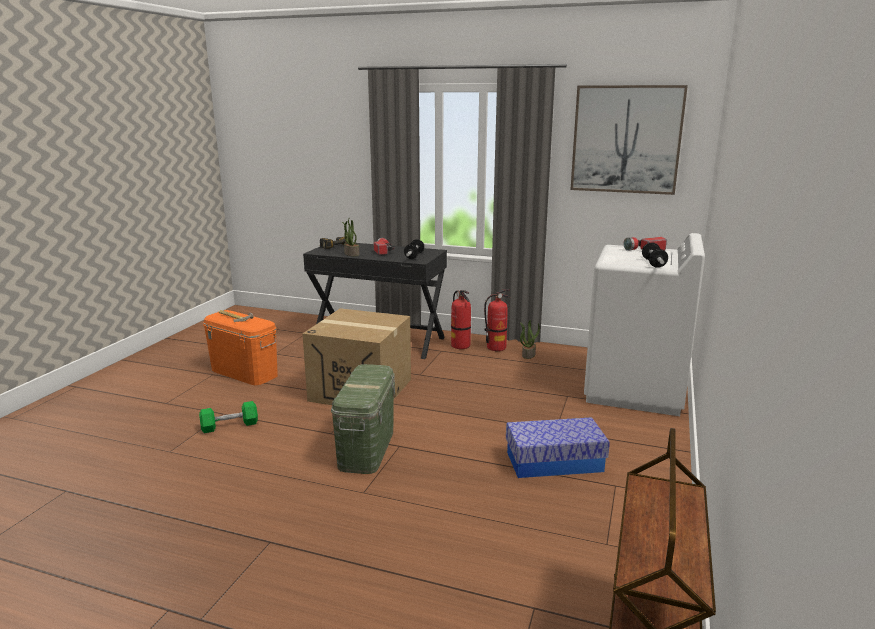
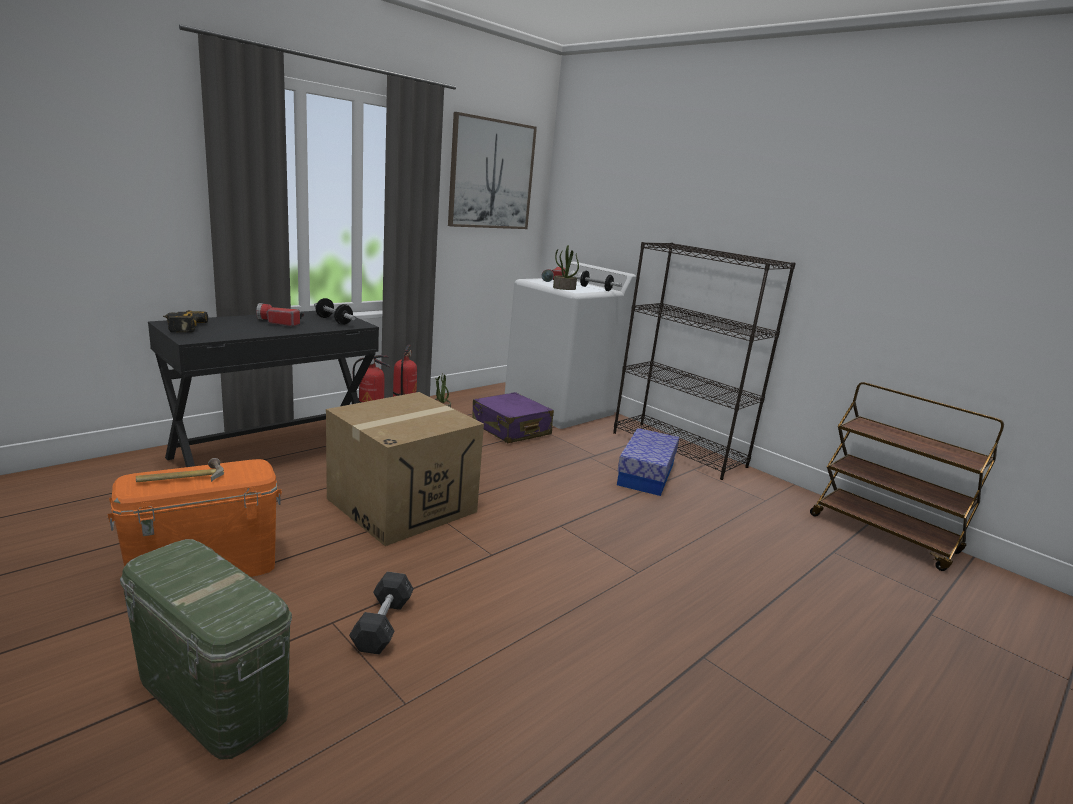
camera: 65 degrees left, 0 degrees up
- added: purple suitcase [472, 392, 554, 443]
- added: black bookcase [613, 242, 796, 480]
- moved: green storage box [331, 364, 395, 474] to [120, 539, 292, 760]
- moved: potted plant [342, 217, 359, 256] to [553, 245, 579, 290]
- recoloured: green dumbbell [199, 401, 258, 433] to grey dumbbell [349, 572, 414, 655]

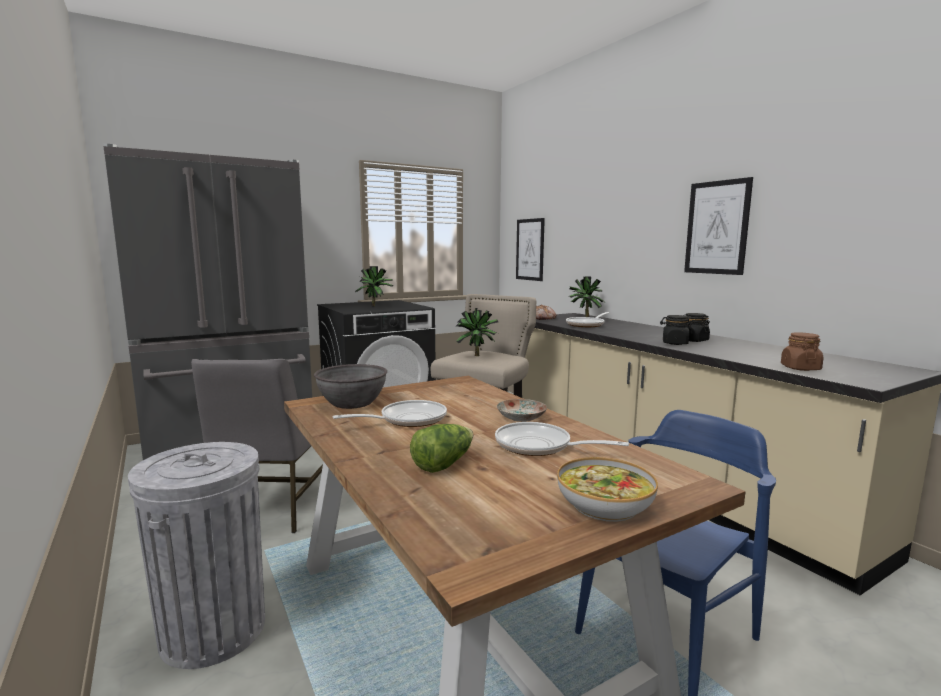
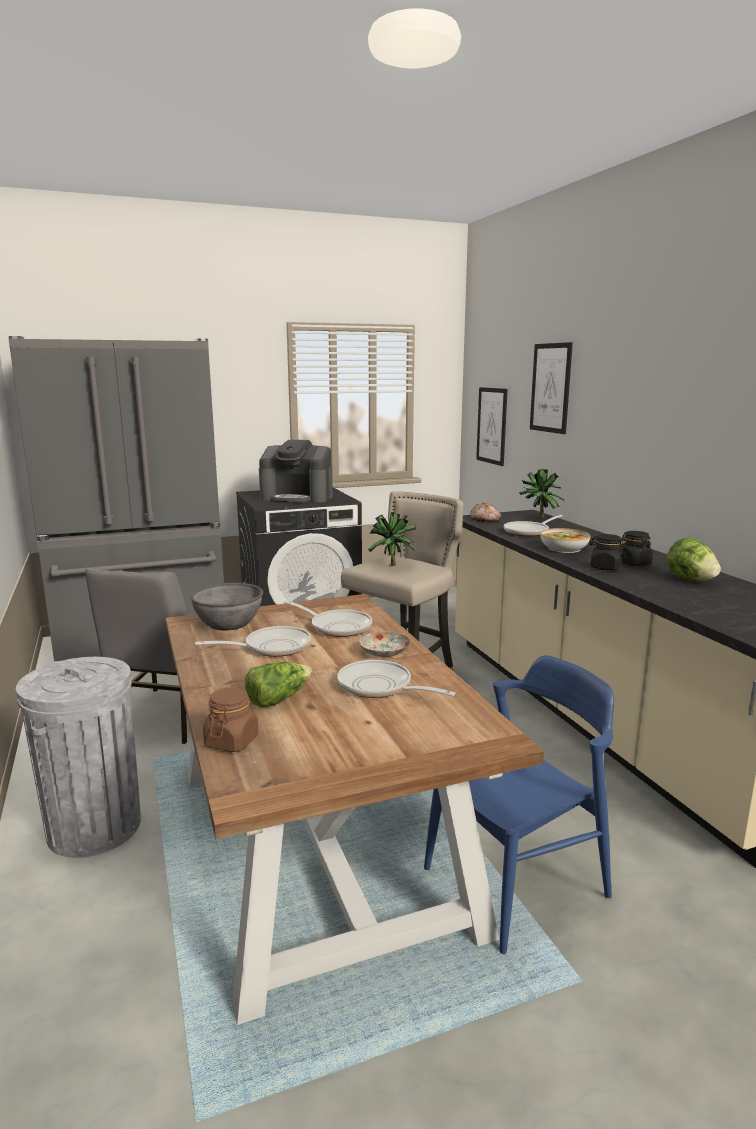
camera: 10 degrees right, 5 degrees up
- added: frying pan [284, 600, 372, 637]
- added: lettuce [666, 538, 721, 582]
- moved: bowl [557, 457, 658, 522] to [540, 528, 590, 553]
- moved: picture [684, 177, 753, 275] to [530, 342, 573, 434]
- moved: brown jar [781, 332, 823, 371] to [203, 687, 259, 752]
- replaced: potted plant [355, 266, 394, 307] to coffee machine [259, 440, 333, 503]

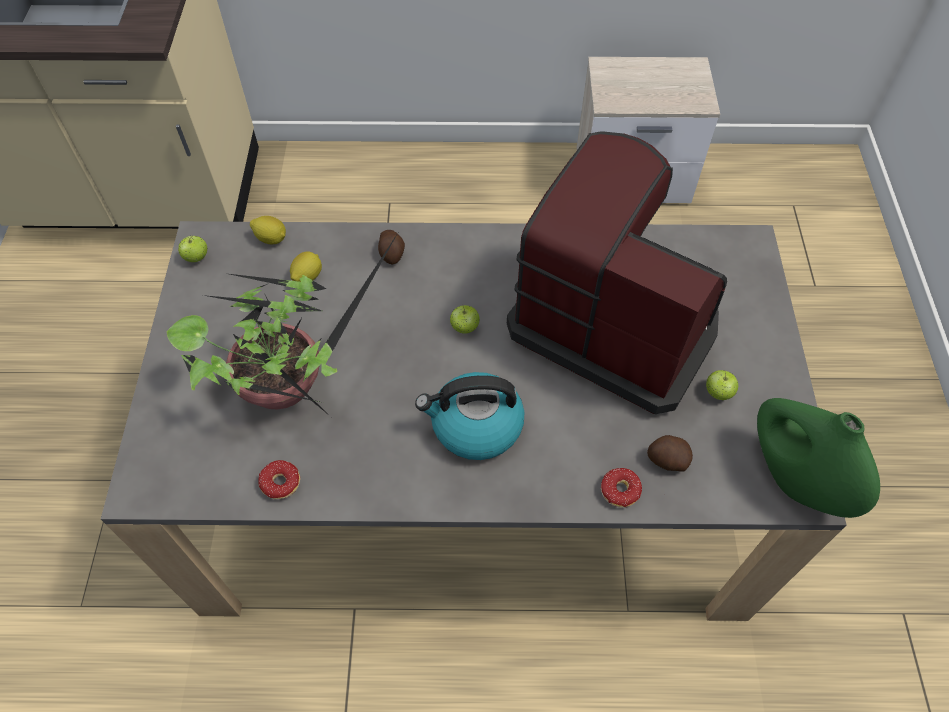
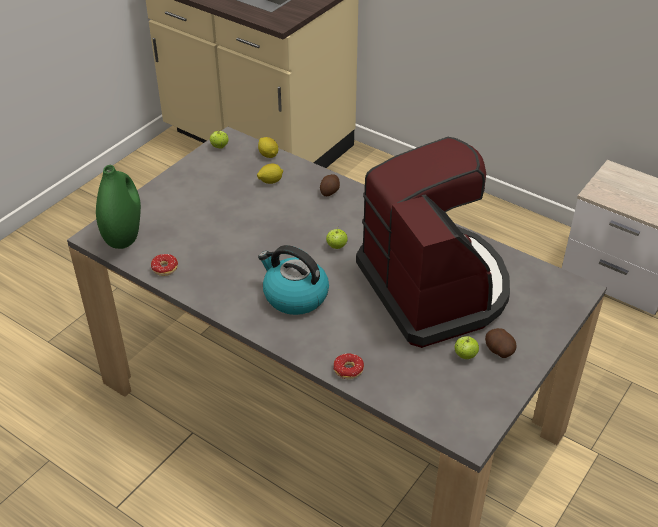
camera: 35 degrees right, 15 degrees down
- removed: potted plant [167, 233, 398, 417]
- moved: potato [647, 435, 693, 471] to [485, 328, 516, 358]
- moved: green vase [757, 398, 880, 518] to [96, 165, 141, 249]

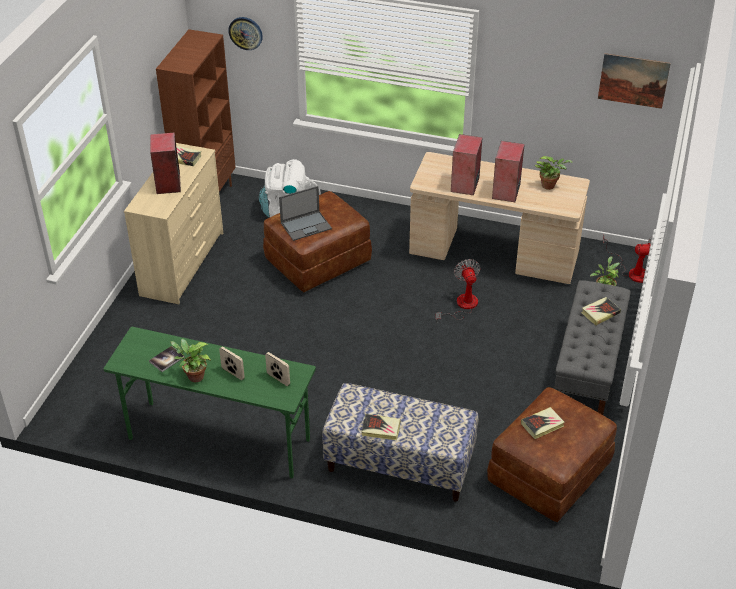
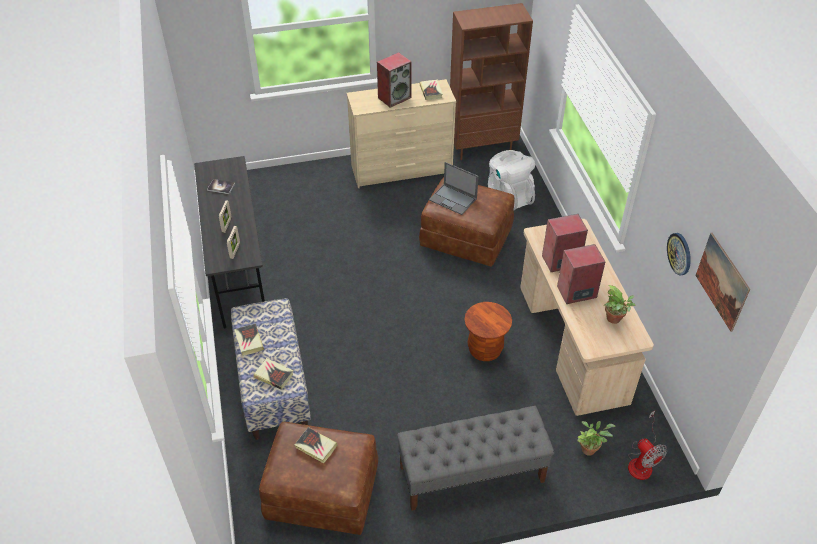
camera: 60 degrees right, 5 degrees up
- removed: potted plant [170, 339, 211, 382]
- moved: wall clock [228, 17, 263, 50] to [667, 233, 691, 276]
- moved: book [581, 297, 621, 325] to [253, 358, 293, 390]
- replaced: fan [435, 259, 480, 324] to brown stool [464, 302, 512, 361]
- recoloured: green desk [103, 327, 316, 478] to grey desk [194, 156, 265, 328]

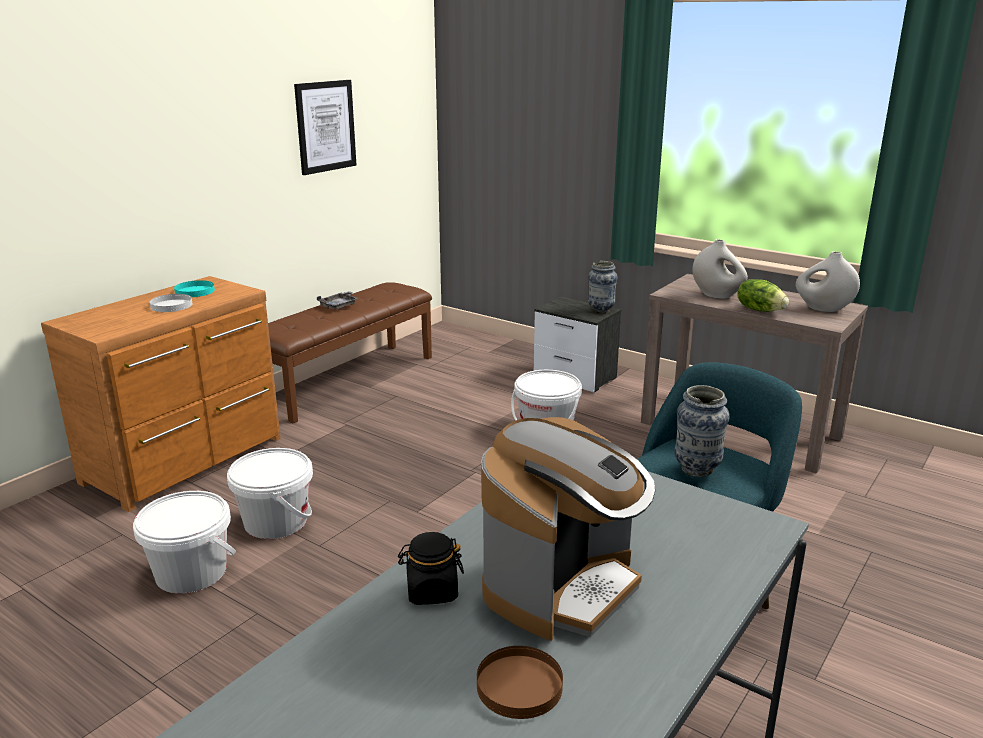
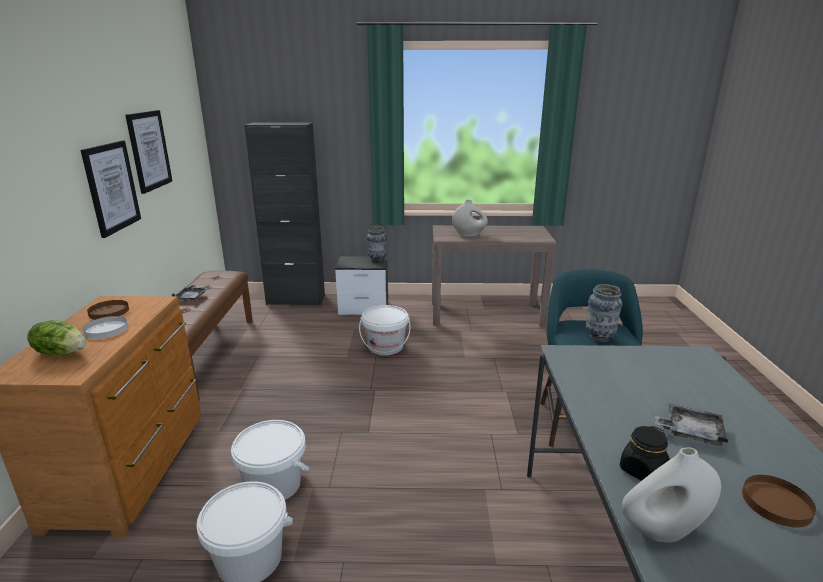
camera: 35 degrees left, 0 degrees up
- added: picture [81, 141, 141, 238]
- added: black cabinet [244, 122, 325, 305]
- moved: lettuce [737, 279, 789, 312] to [27, 320, 87, 355]
- moved: white vase [796, 252, 860, 312] to [622, 447, 721, 543]
- replaced: coffee machine [481, 417, 655, 641] to grey tray [655, 403, 728, 446]
- recoloured: turquoise plate [174, 280, 215, 297] to brown plate [87, 300, 129, 320]

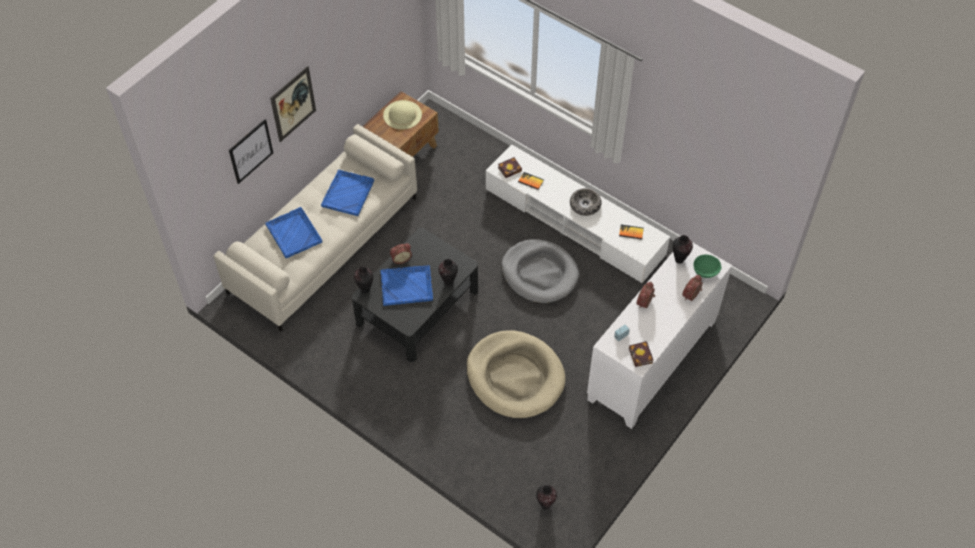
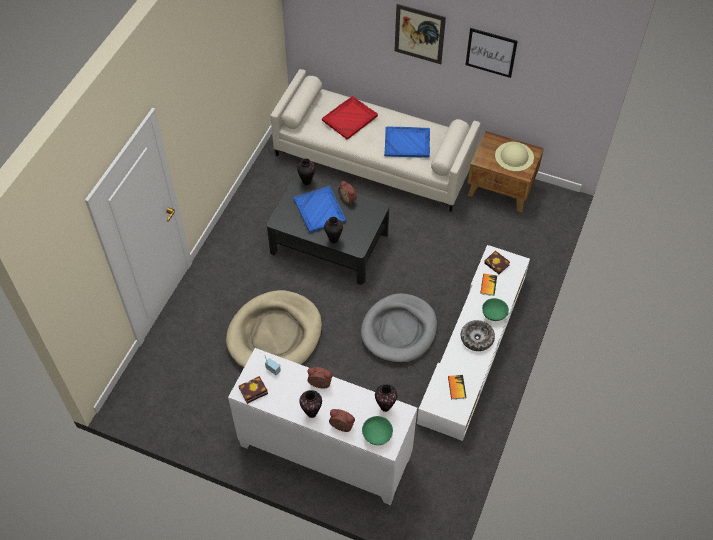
camera: 75 degrees right, 0 degrees up
- added: green bowl [482, 298, 509, 321]
- moved: picture [229, 119, 273, 184] to [466, 28, 518, 78]
- moved: vase [536, 485, 557, 510] to [299, 390, 322, 418]
- recoloured: blue tray [265, 207, 322, 258] to red tray [322, 96, 378, 140]

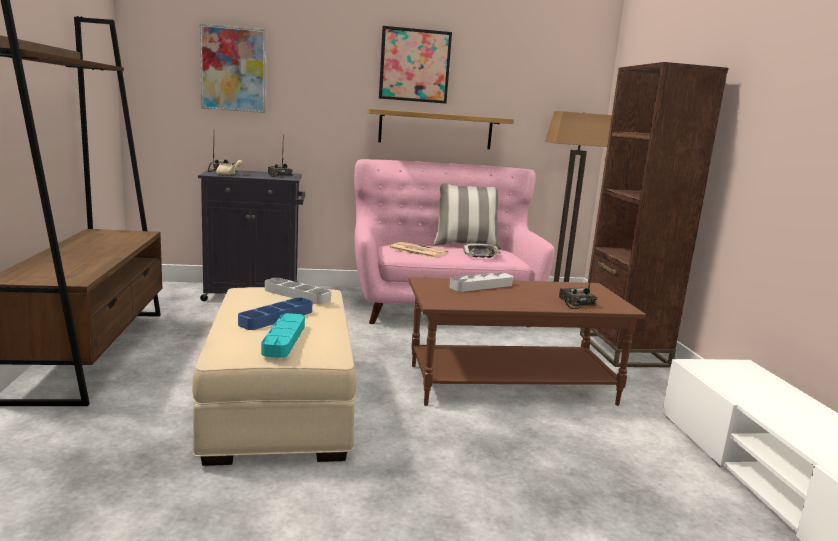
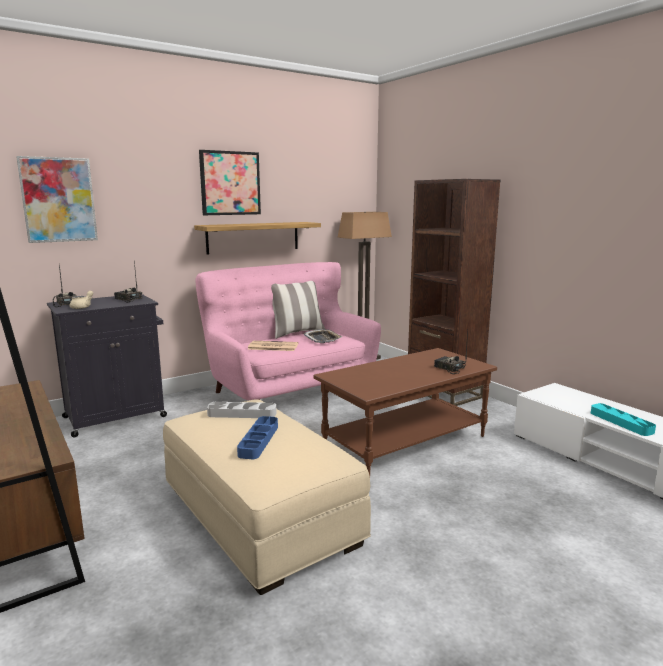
camera: 25 degrees left, 0 degrees up
- removed: grey tray [450, 272, 513, 292]
- moved: turquoise tray [261, 313, 305, 358] to [591, 403, 656, 436]

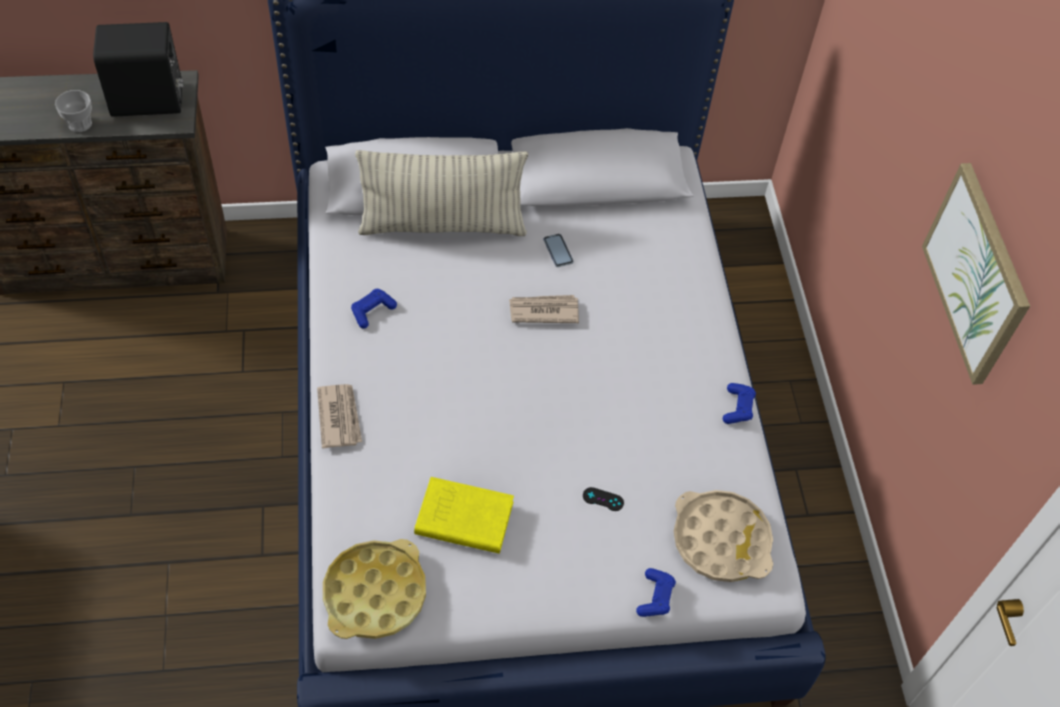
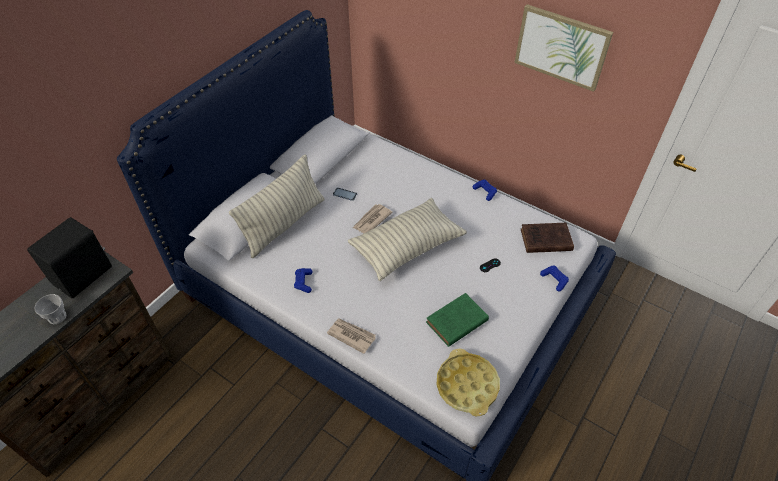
camera: 45 degrees left, 5 degrees down
- added: pillow [348, 198, 467, 281]
- replaced: beige tray [674, 490, 773, 582] to brown book [521, 223, 574, 253]
- recoloured: yellow book [414, 477, 514, 554] to green book [426, 293, 489, 347]

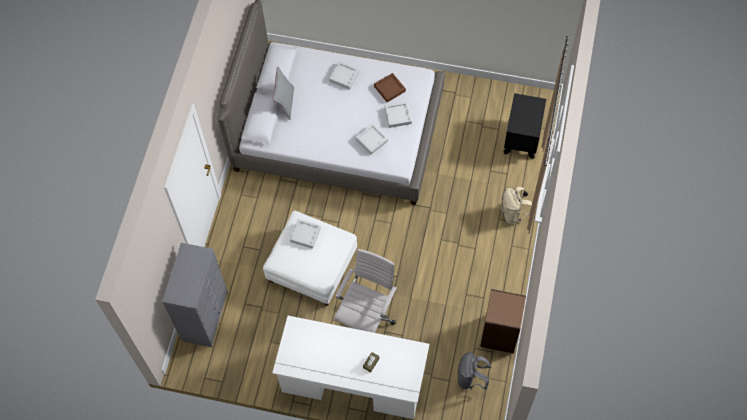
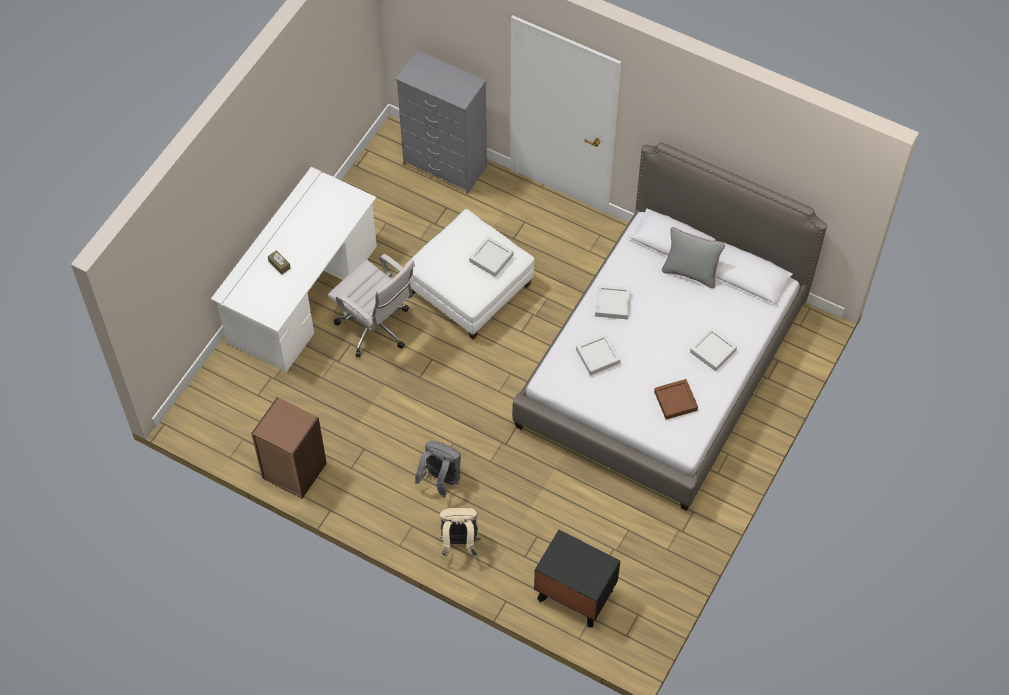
camera: 105 degrees right, 5 degrees down
- moved: grey tray [385, 102, 412, 128] to [595, 285, 631, 319]
- moved: grey backpack [458, 352, 491, 390] to [414, 441, 461, 498]

